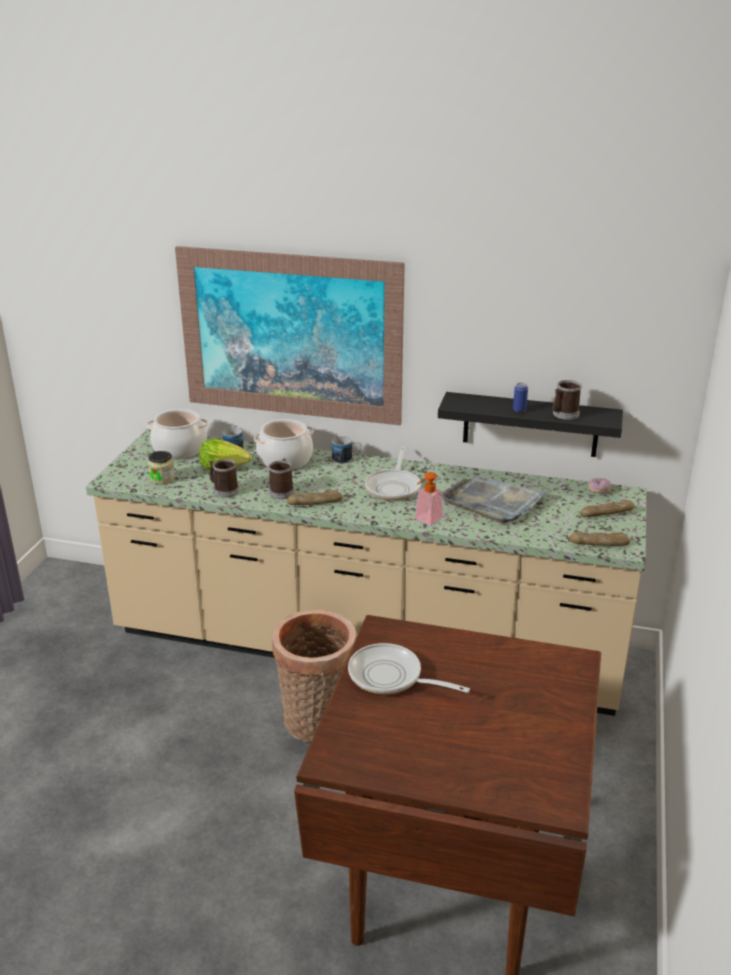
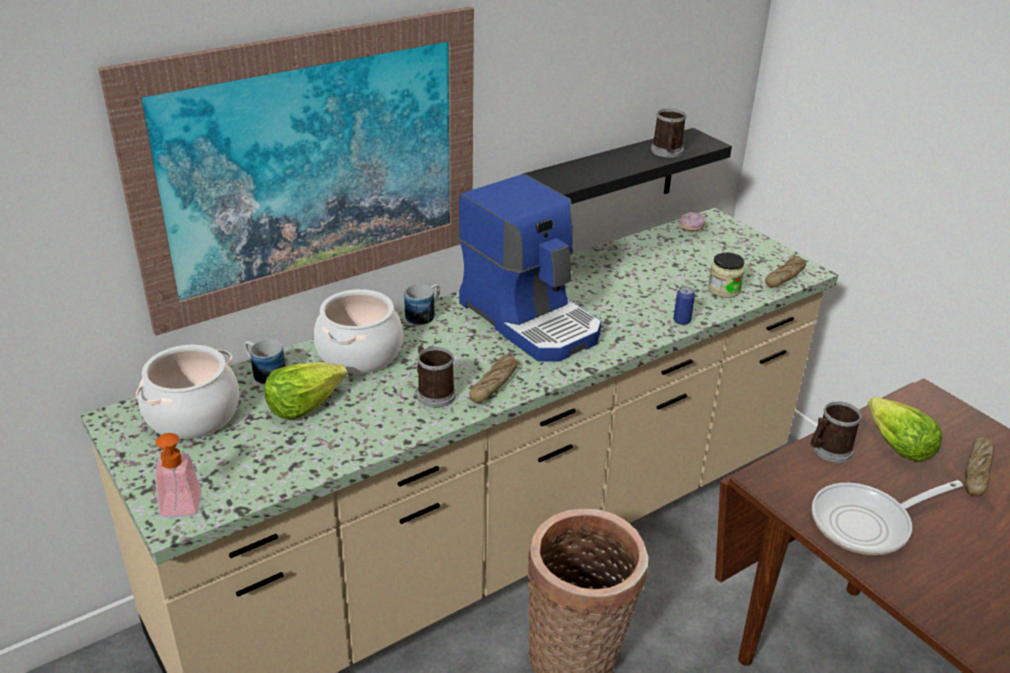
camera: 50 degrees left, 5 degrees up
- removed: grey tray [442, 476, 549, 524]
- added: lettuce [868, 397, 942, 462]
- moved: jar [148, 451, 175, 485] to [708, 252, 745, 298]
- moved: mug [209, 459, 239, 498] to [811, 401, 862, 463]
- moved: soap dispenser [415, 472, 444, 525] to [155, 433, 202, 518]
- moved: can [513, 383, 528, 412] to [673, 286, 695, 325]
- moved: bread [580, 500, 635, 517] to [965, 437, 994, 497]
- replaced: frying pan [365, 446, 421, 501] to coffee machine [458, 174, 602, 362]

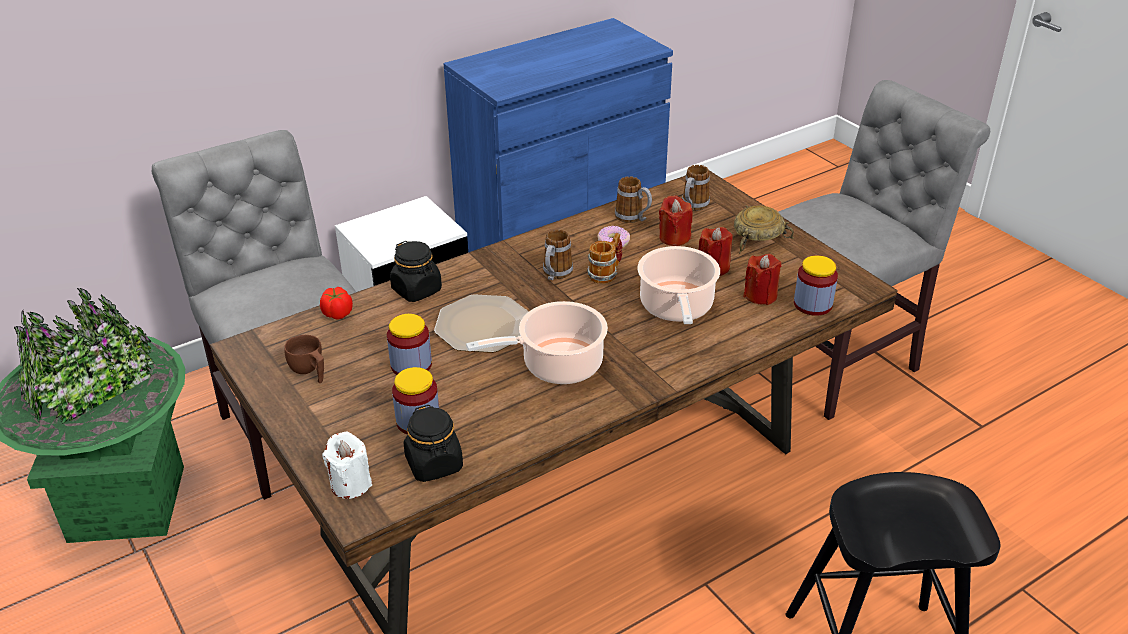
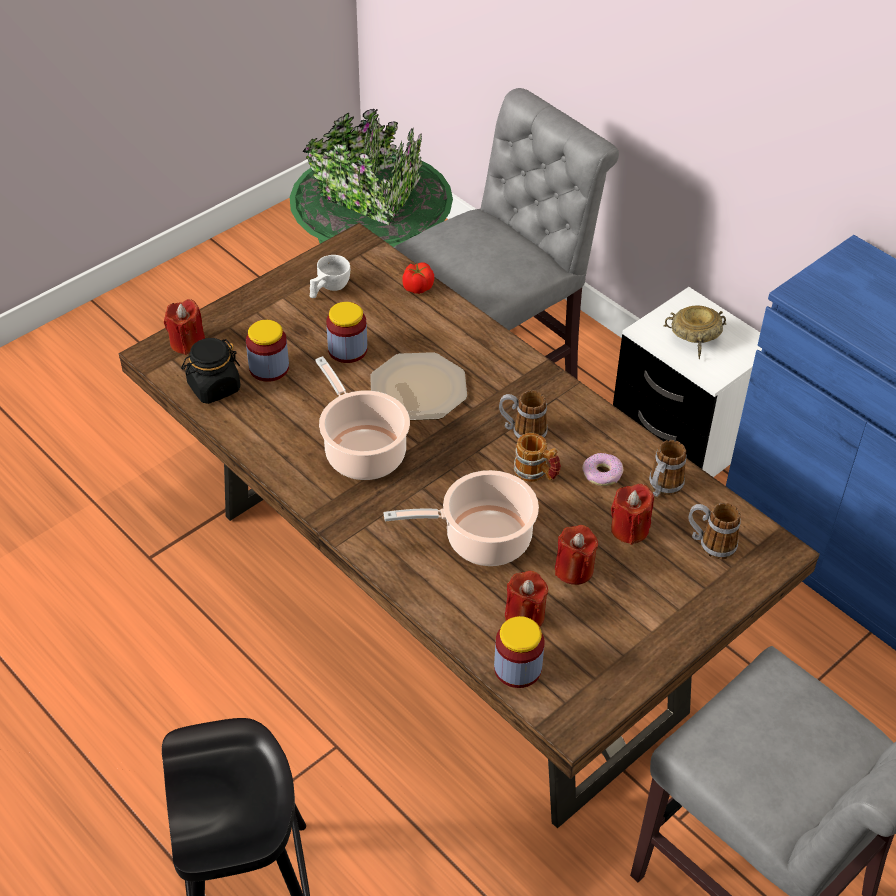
camera: 80 degrees right, 10 degrees up
- removed: black jar [390, 241, 442, 302]
- moved: beige bowl [734, 205, 794, 253] to [663, 305, 726, 359]
- recoloured: brown cup [284, 335, 324, 383] to white cup [310, 255, 350, 298]
- recoloured: white candle [322, 431, 372, 499] to red candle [164, 299, 205, 355]

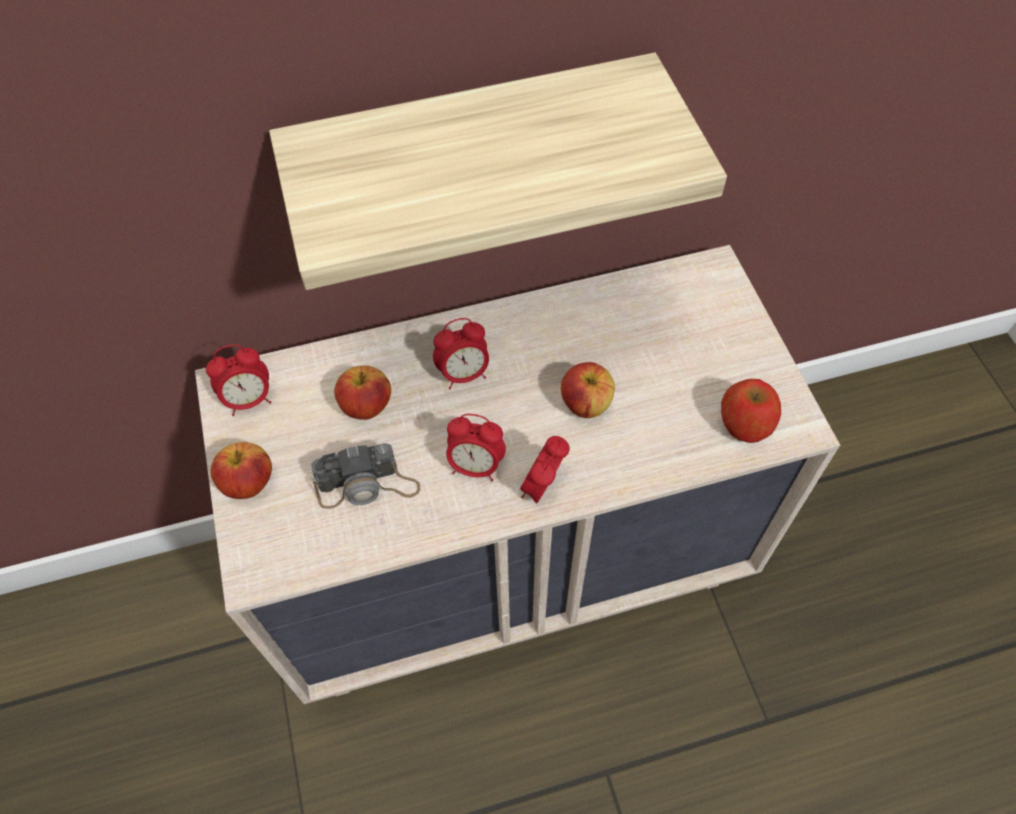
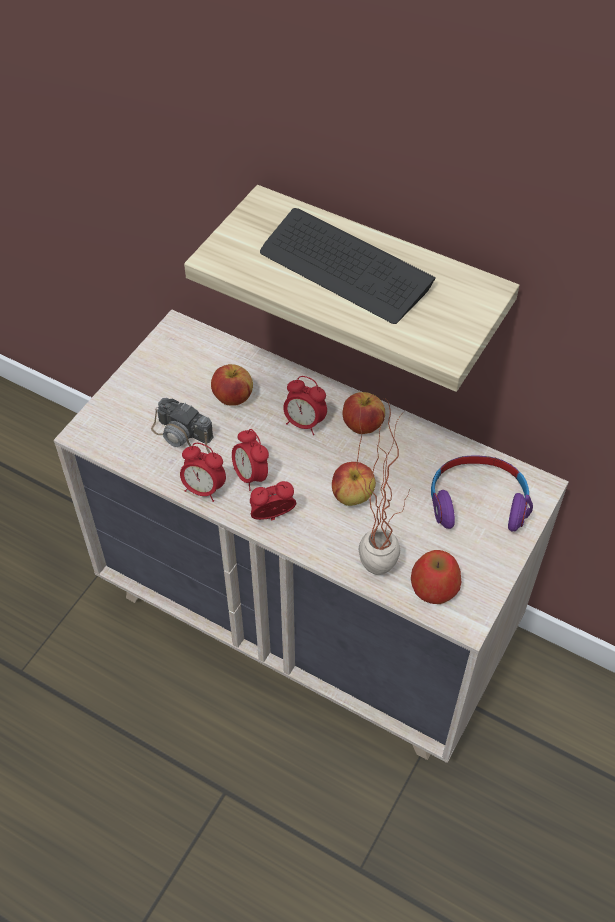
camera: 45 degrees right, 5 degrees down
- added: keyboard [260, 208, 436, 324]
- added: potted plant [356, 398, 410, 575]
- added: purple headphones [431, 456, 533, 532]
- moved: alarm clock [206, 344, 272, 416] to [180, 443, 226, 502]
- moved: apple [210, 442, 272, 499] to [343, 392, 385, 434]

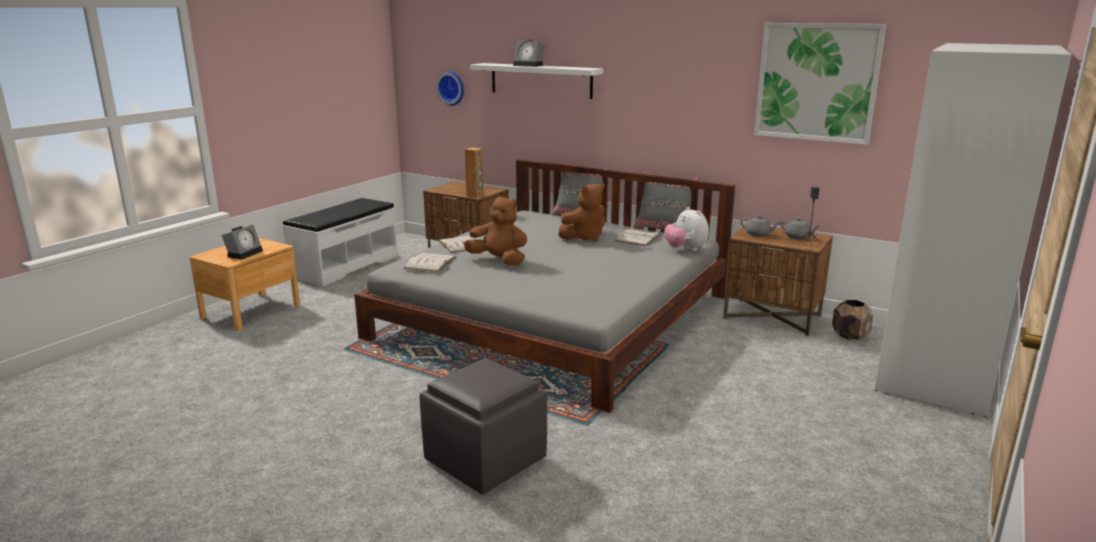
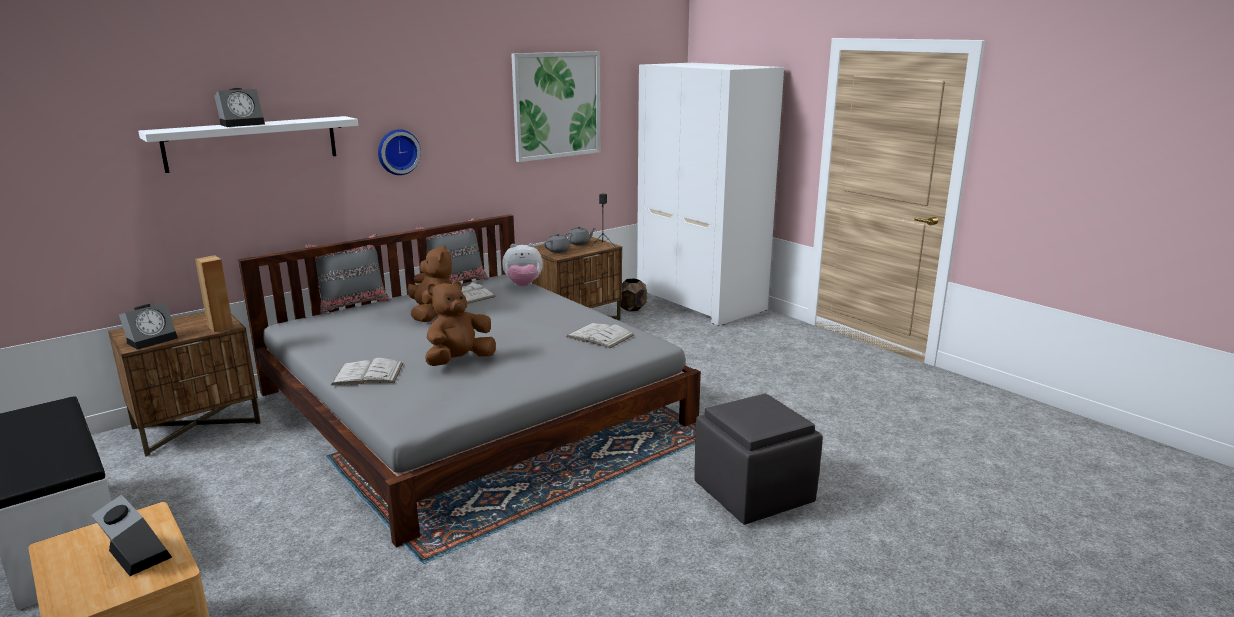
camera: 70 degrees left, 0 degrees up
- added: alarm clock [119, 303, 178, 350]
- moved: white book [403, 253, 456, 272] to [566, 323, 634, 348]
- moved: wall clock [436, 71, 464, 106] to [378, 129, 421, 175]

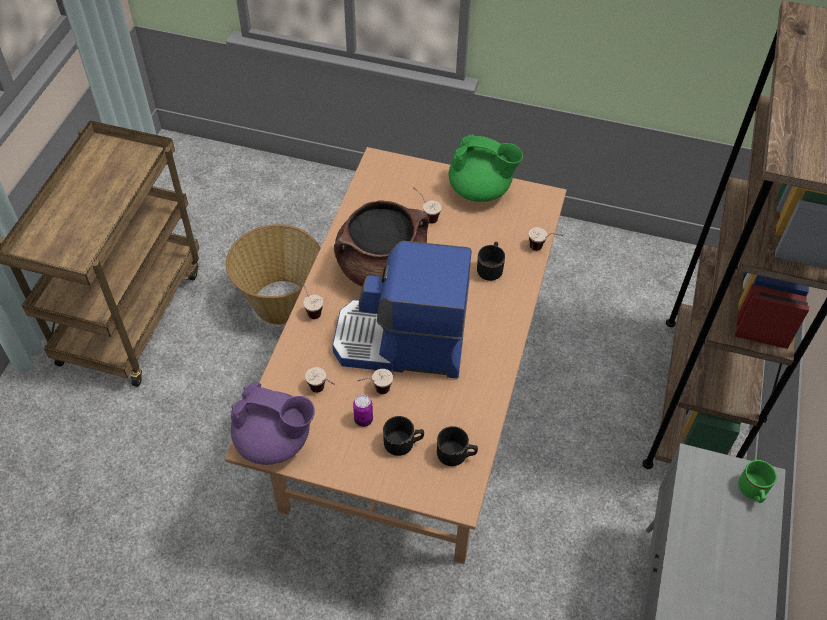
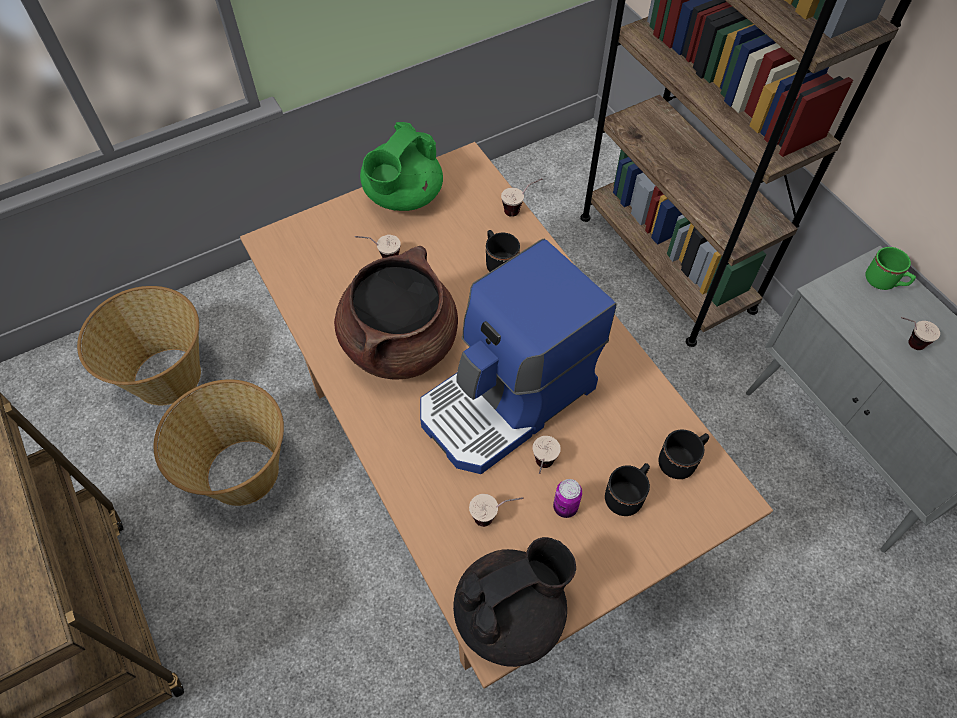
camera: 45 degrees left, 5 degrees up
- added: basket [77, 286, 201, 405]
- moved: cup [298, 277, 323, 319] to [901, 317, 940, 350]
- recoloured: purple teapot [231, 382, 315, 465] to black teapot [453, 537, 576, 667]
- turned: green teapot [448, 134, 523, 202] = [360, 122, 443, 211] 150 degrees clockwise

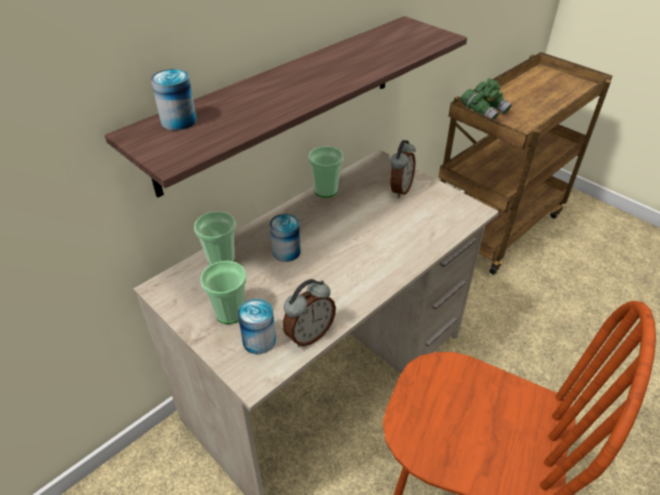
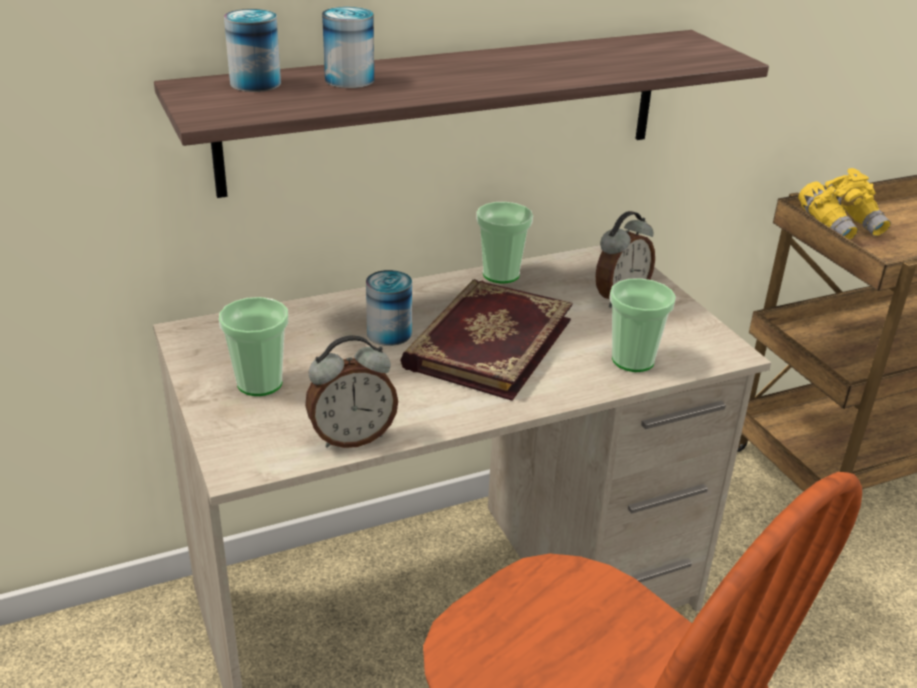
camera: 20 degrees right, 10 degrees down
- added: book [400, 279, 573, 401]
- moved: cup [194, 211, 236, 266] to [609, 278, 676, 372]
- moved: can [238, 299, 276, 354] to [322, 7, 374, 88]
- recoloured: green binoculars [461, 78, 512, 120] to yellow binoculars [798, 168, 891, 240]

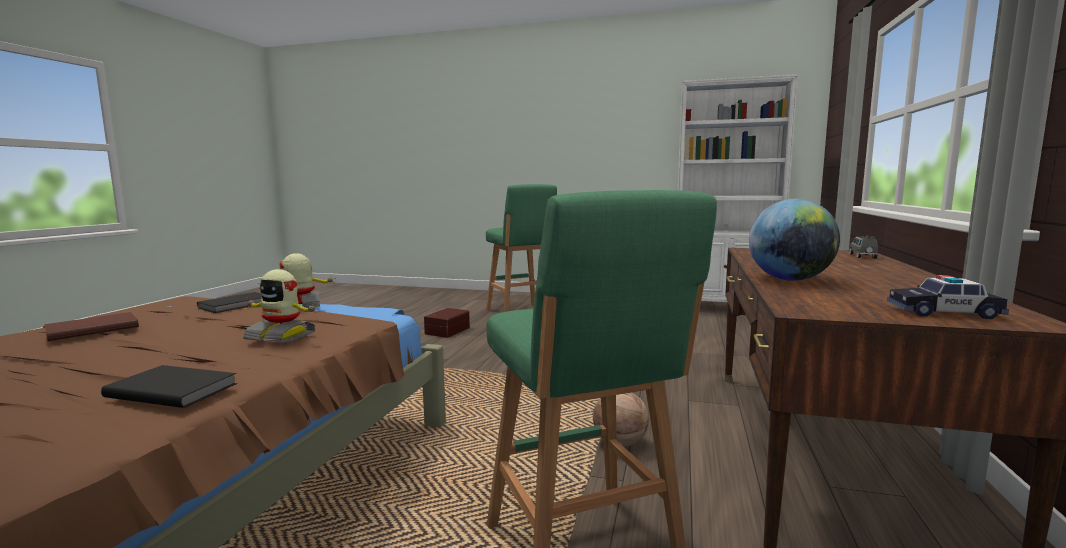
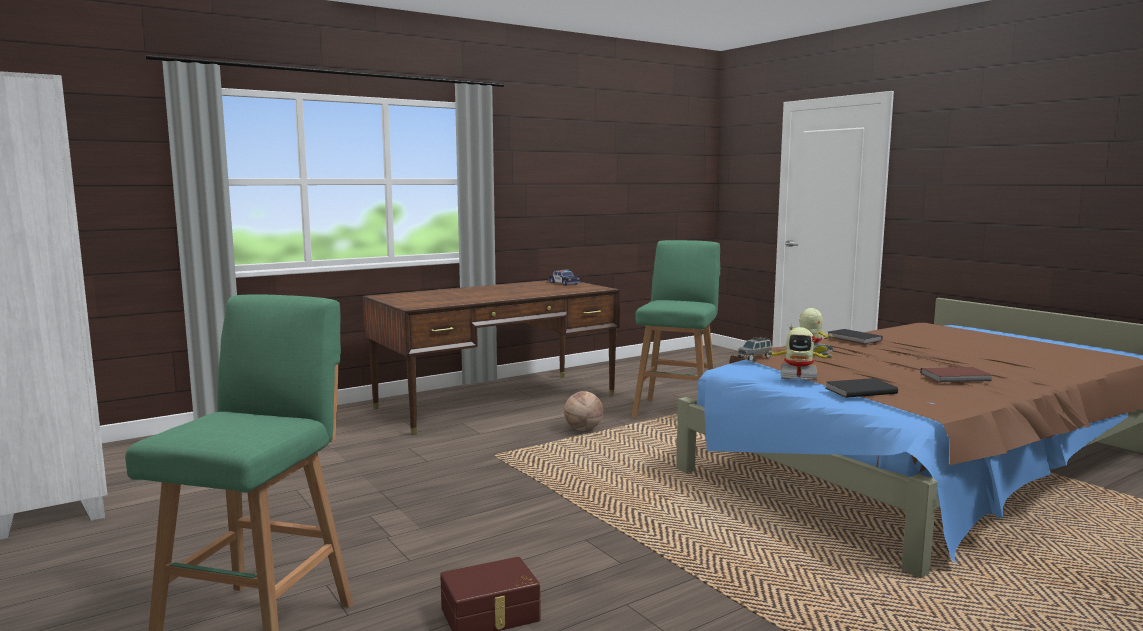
camera: 140 degrees left, 0 degrees up
- removed: globe [749, 199, 840, 281]
- moved: grey toy car [849, 236, 878, 258] to [737, 337, 772, 361]

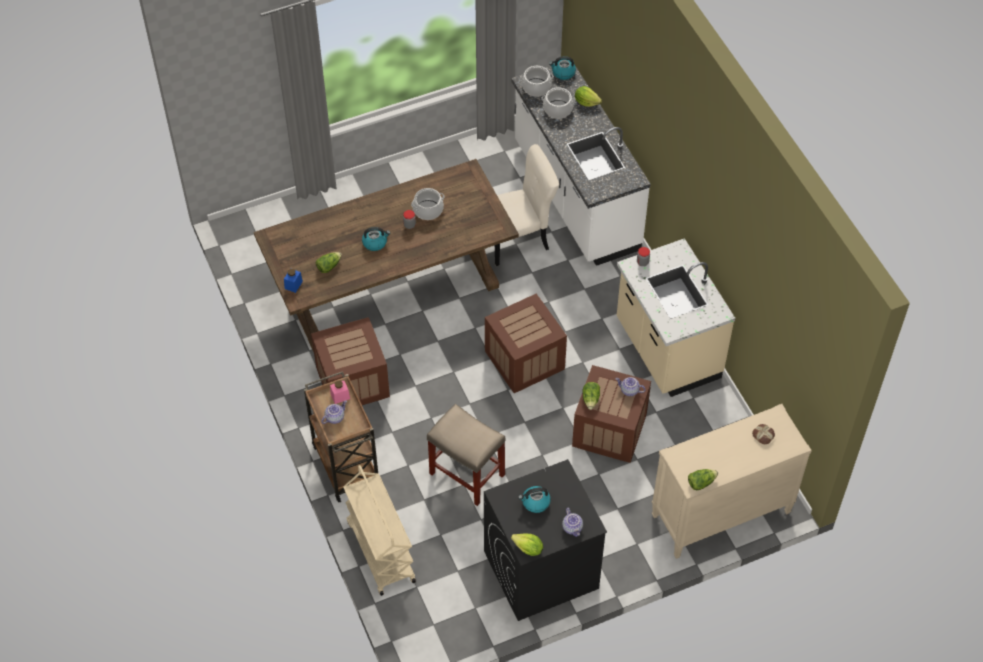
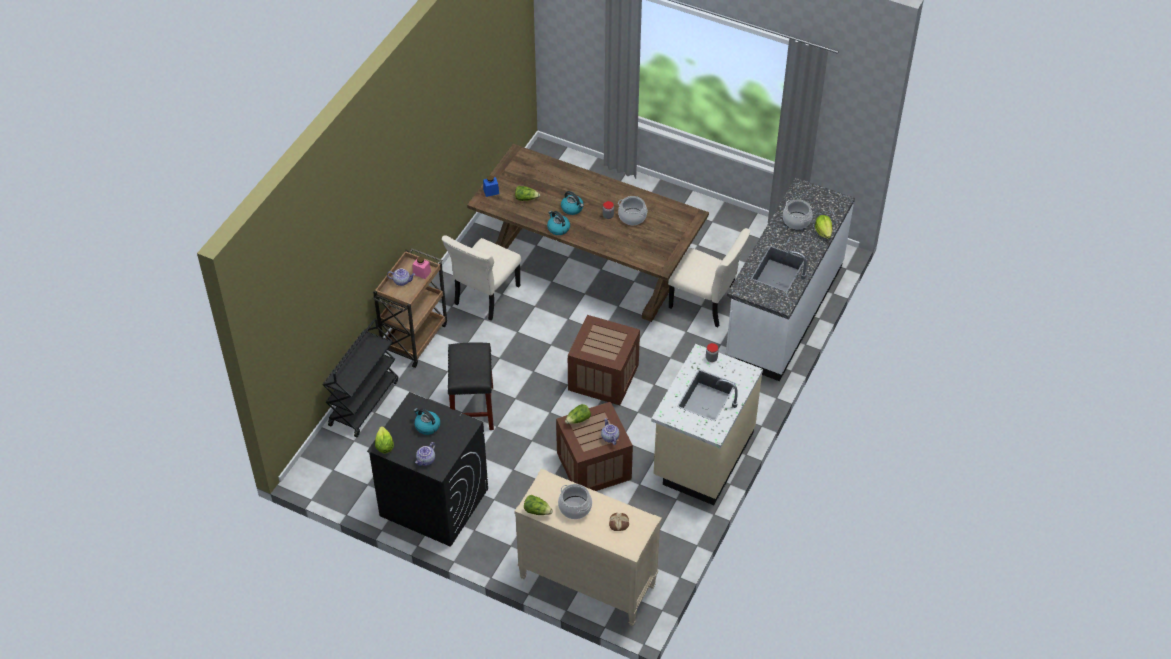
camera: 50 degrees right, 5 degrees down
- moved: cooking pot [520, 66, 554, 97] to [558, 484, 592, 519]
- moved: kettle [549, 56, 576, 80] to [547, 211, 570, 235]
- replaced: crate [311, 317, 390, 405] to beige chair [442, 235, 521, 321]
- recoloured: beige cart [343, 465, 416, 596] to black cart [323, 319, 398, 437]
- recoloured: beige stool [427, 404, 506, 506] to black stool [448, 342, 494, 430]

